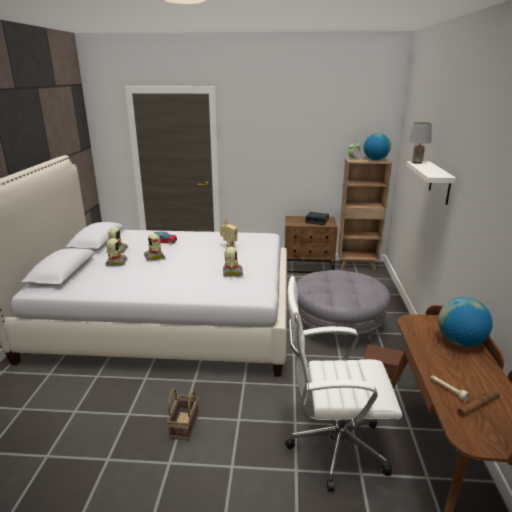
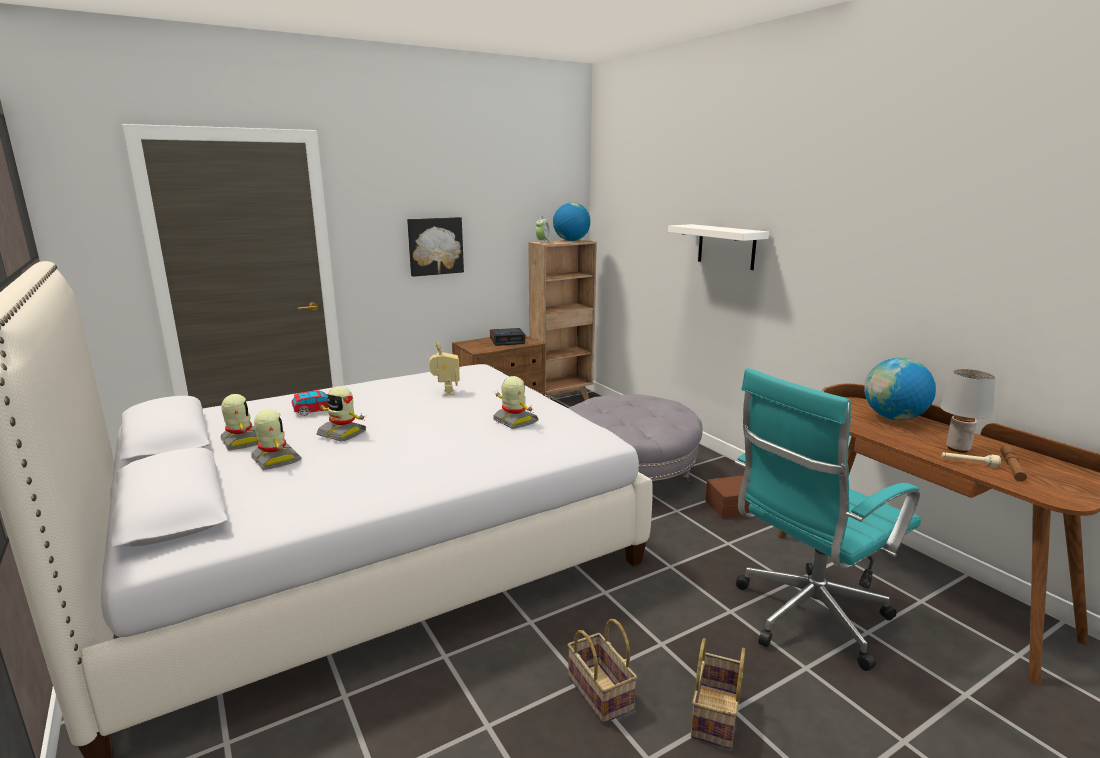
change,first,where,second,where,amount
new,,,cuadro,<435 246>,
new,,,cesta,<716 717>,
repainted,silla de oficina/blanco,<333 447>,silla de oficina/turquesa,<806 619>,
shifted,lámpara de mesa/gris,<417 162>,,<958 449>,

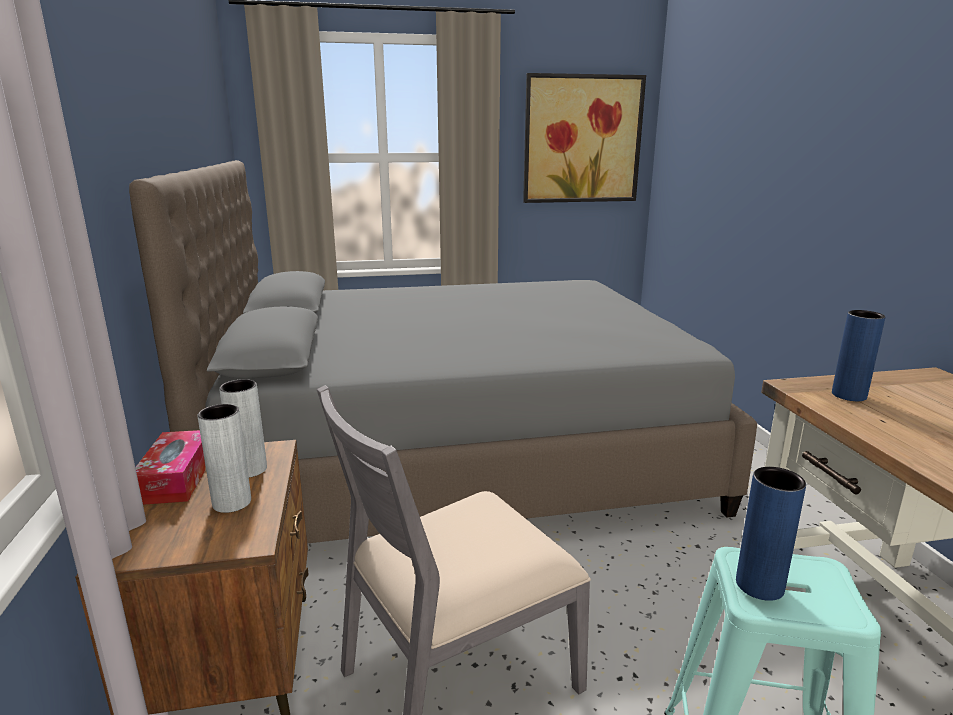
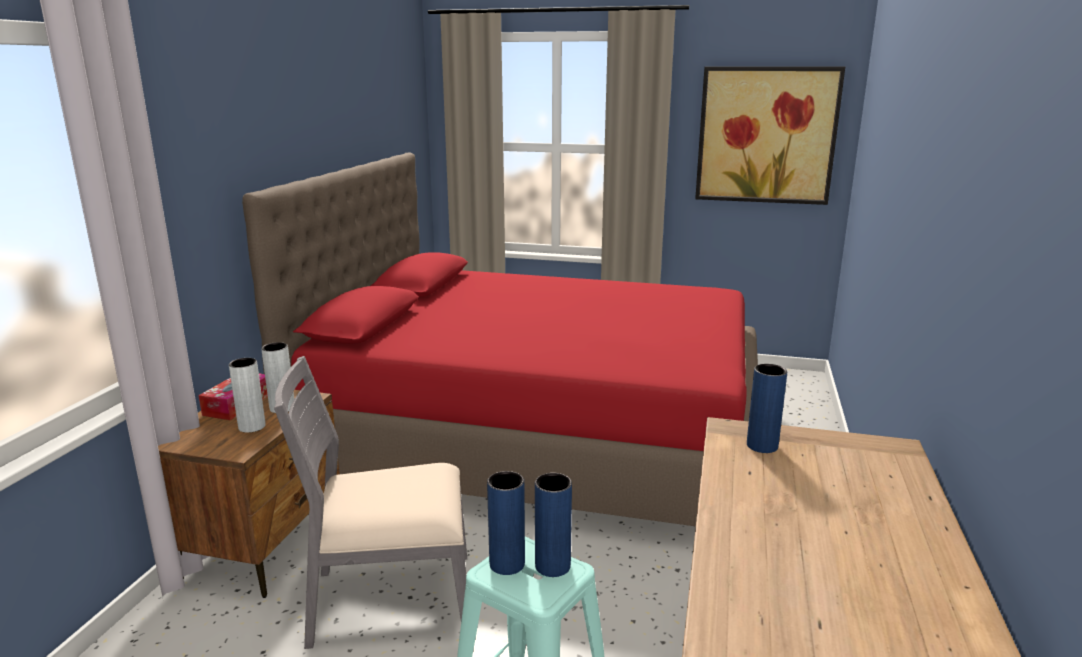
change,first,where,second,where,amount
repainted,cama/gris,<456 450>,cama/rojo,<541 436>,
new,,,florero/azul,<552 566>,

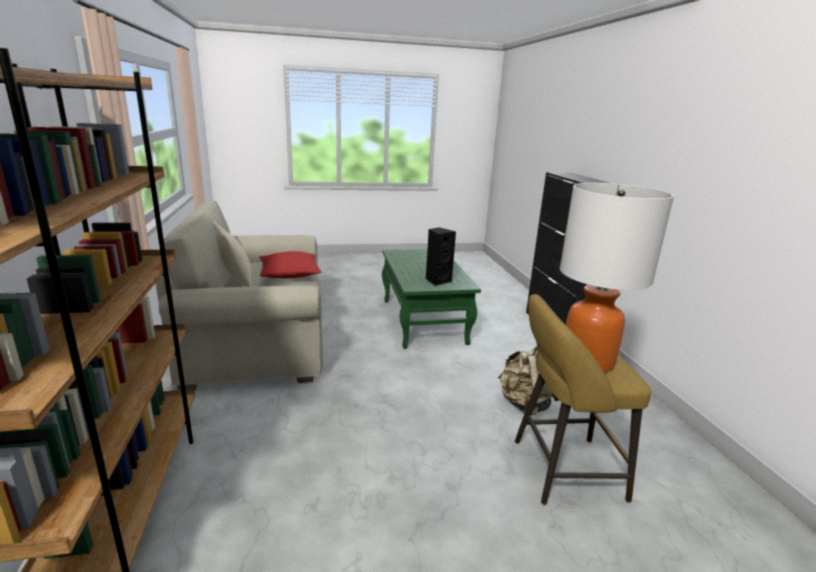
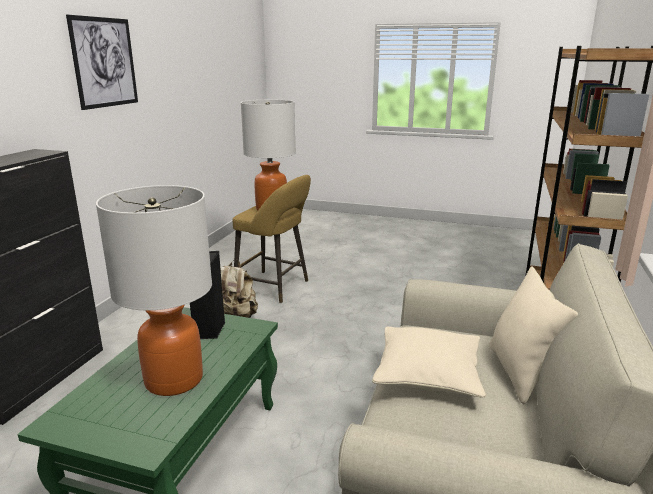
change,first,where,second,where,amount
new,,,cuadro,<104 62>,
new,,,lámpara de mesa,<174 379>,
repainted,cojín/rojo,<290 274>,cojín/beis,<428 374>,

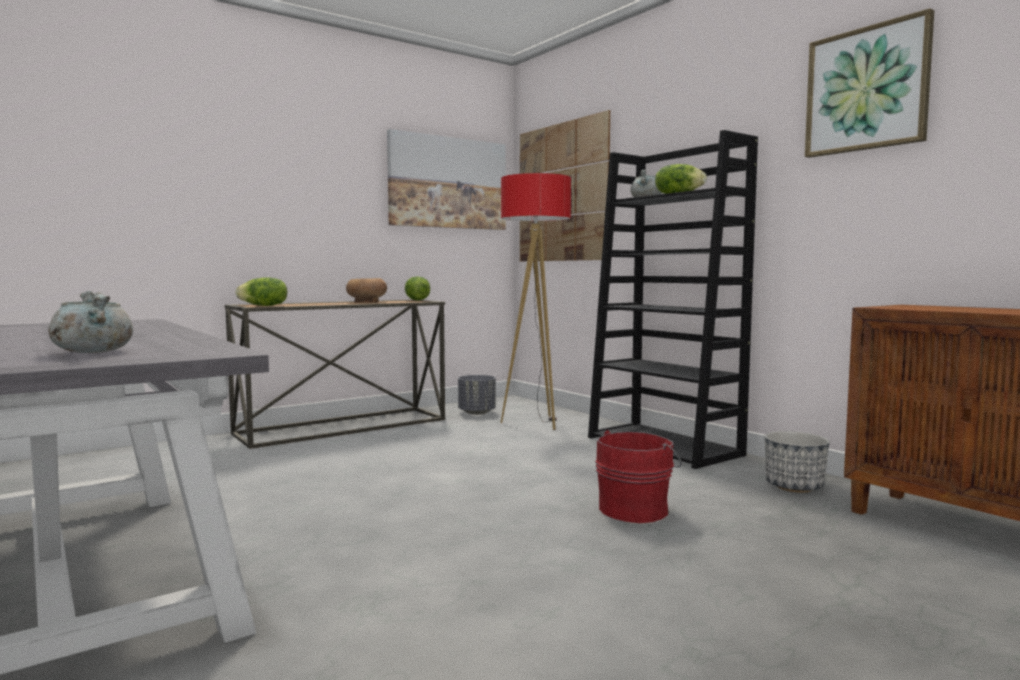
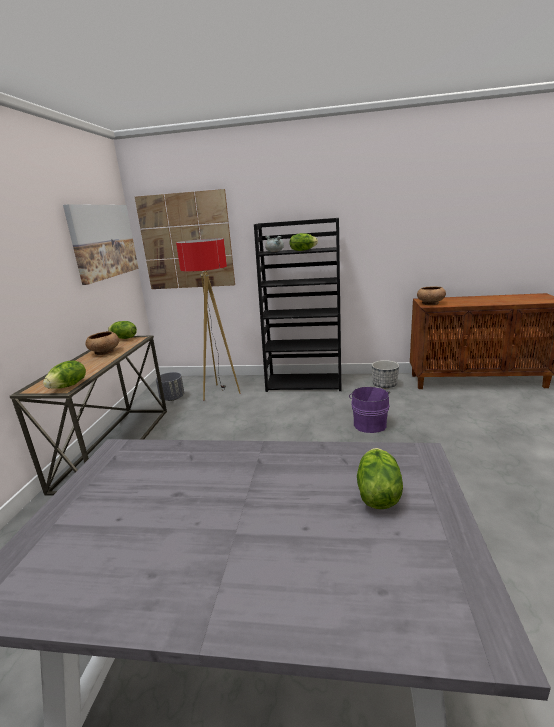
change,first,where,second,where,amount
repainted,cubo/rojo,<636 509>,cubo/morado,<369 423>,
swapped,olla/gris,<92 352>,lechuga,<377 494>,
new,,,cuenco/marrón,<430 303>,
gone,cuadro,<867 89>,,,

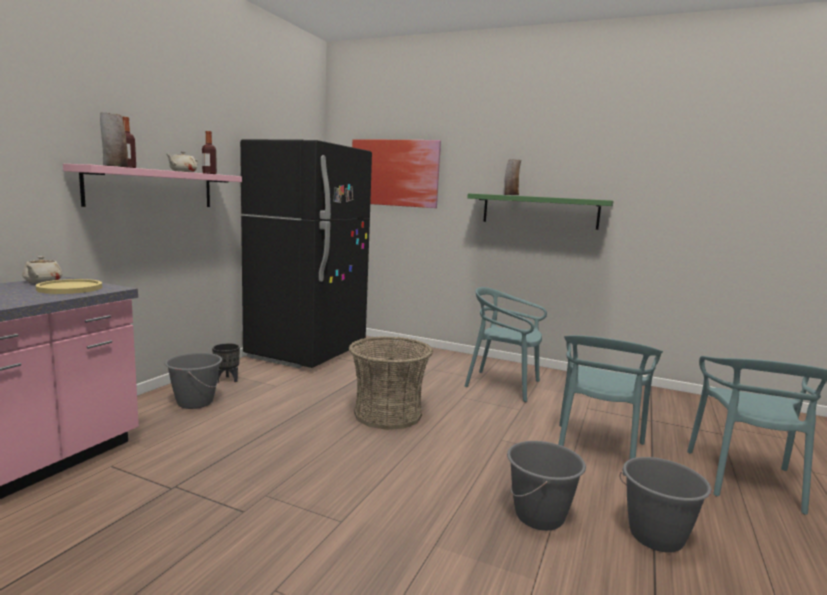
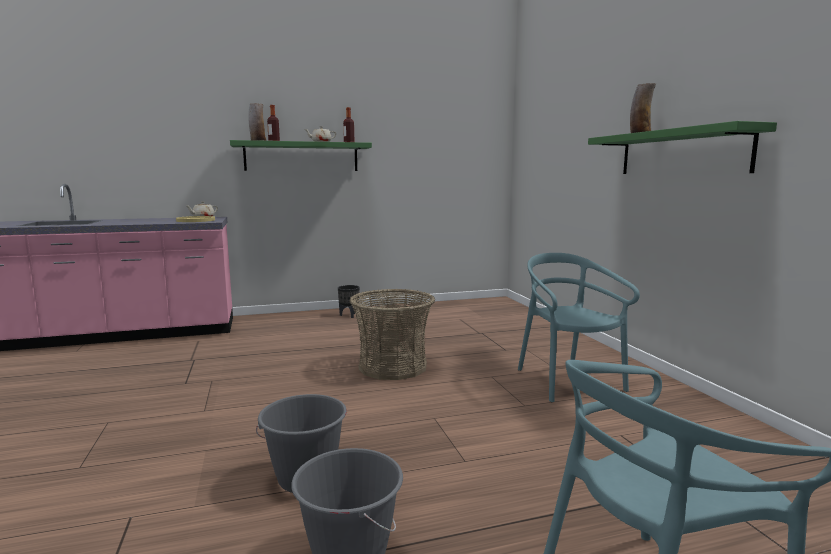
change,first,where,second,where,amount
repainted,estante/rosa,<152 188>,estante/verde,<301 157>,
gone,cubo/gris,<195 402>,,,
gone,nevera/negro,<307 352>,,,
gone,cuadro,<394 173>,,,
gone,silla/turquesa,<597 449>,,,

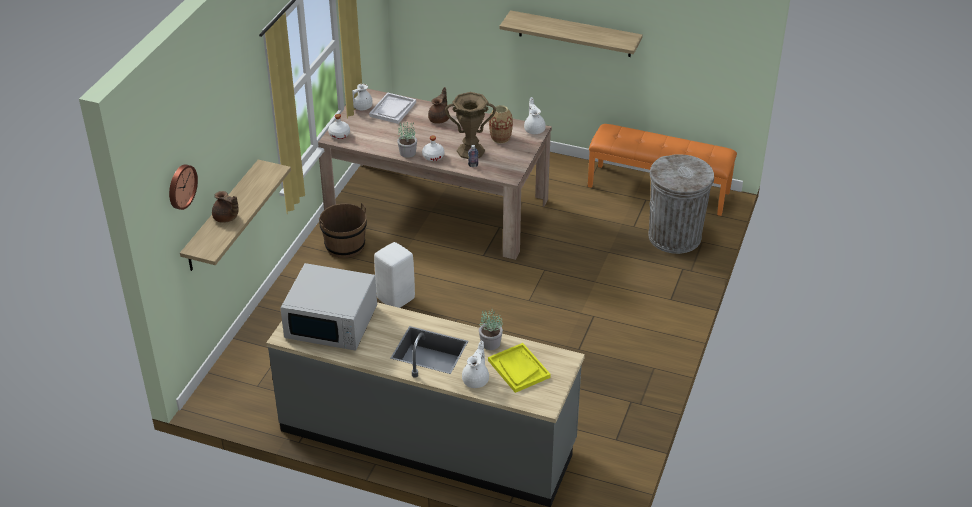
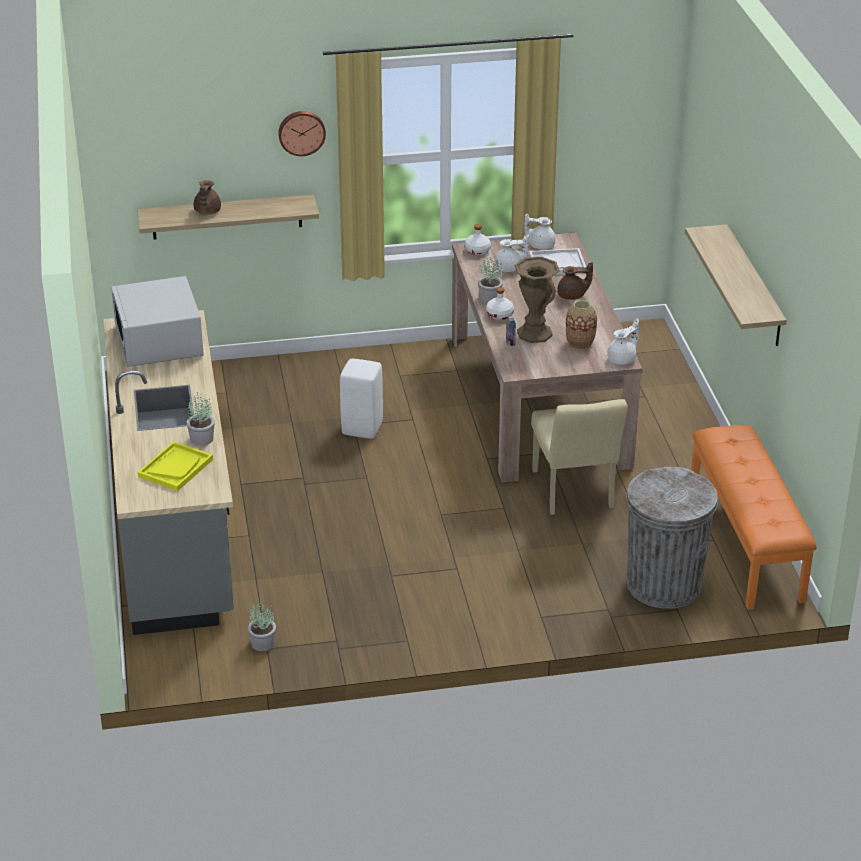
change,first,where,second,where,amount
new,,,planta en maceta,<262 643>,
shifted,reloj de pared,<181 186>,,<301 132>,
shifted,tetera/blanco,<476 379>,,<510 268>,
new,,,silla/beis,<574 493>,
gone,cubo/marrón,<345 245>,,,

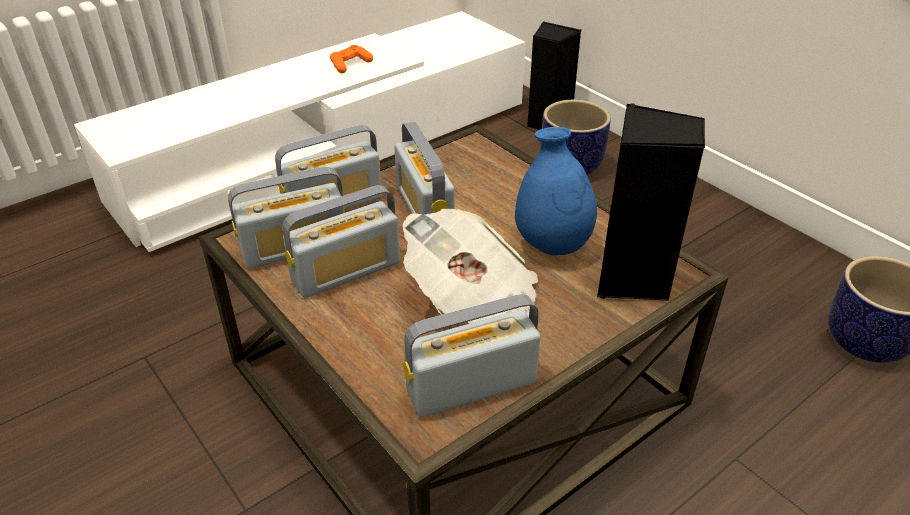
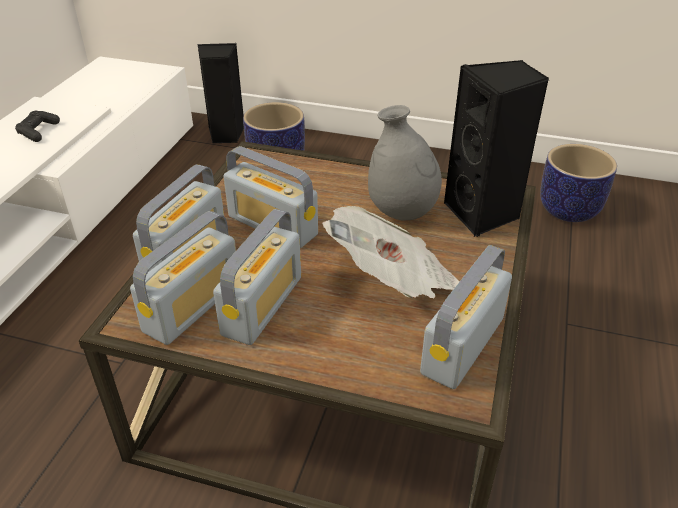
change,first,where,second,where,amount
repainted,mando de consola/naranja,<350 64>,mando de consola/negro,<38 131>,
repainted,florero/azul,<552 245>,florero/gris,<402 213>,

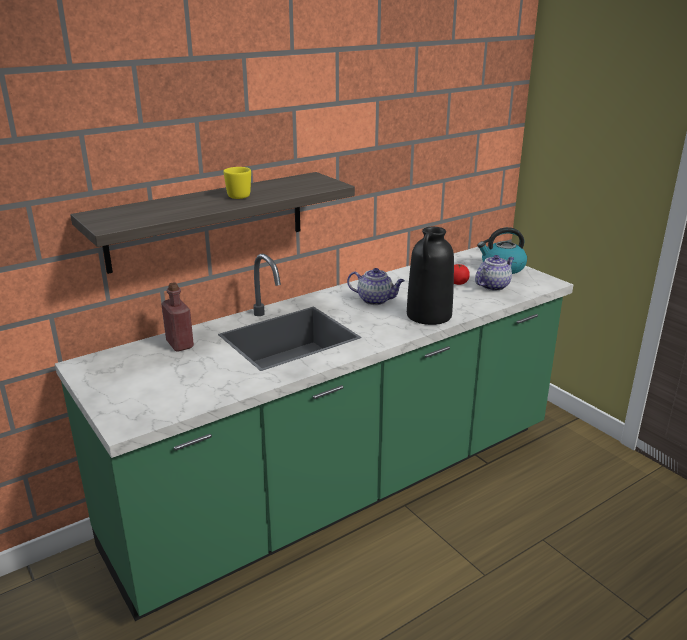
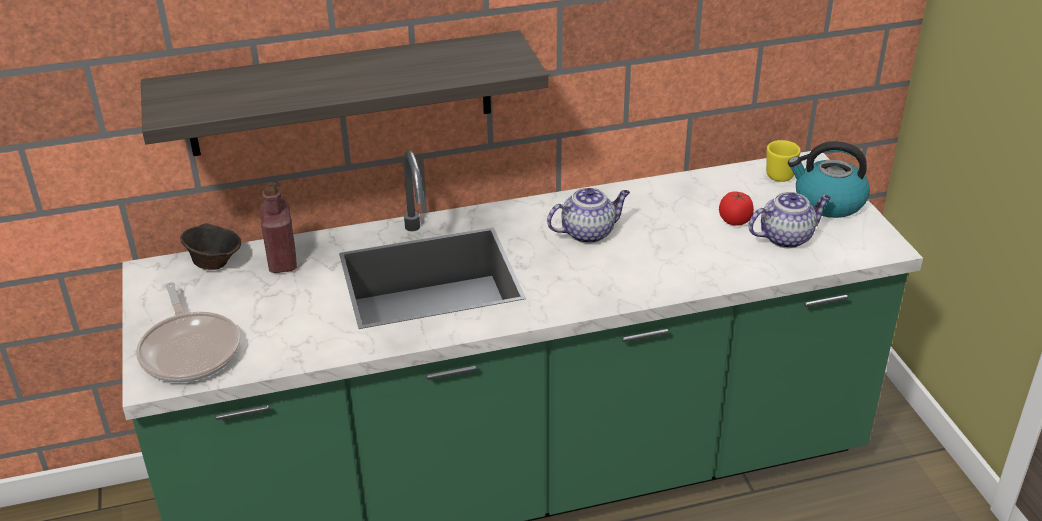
change,first,where,second,where,amount
new,,,sartén,<190 350>,
new,,,cuenco/marrón,<214 263>,
rotated,tetera,<376 300>,,<588 232>,60 degrees counterclockwise
shifted,taza grande/amarillo,<238 195>,,<778 173>,
gone,florero/negro,<429 315>,,,

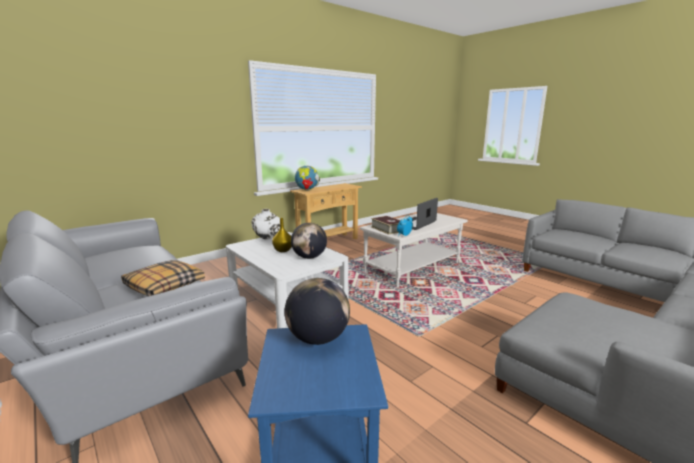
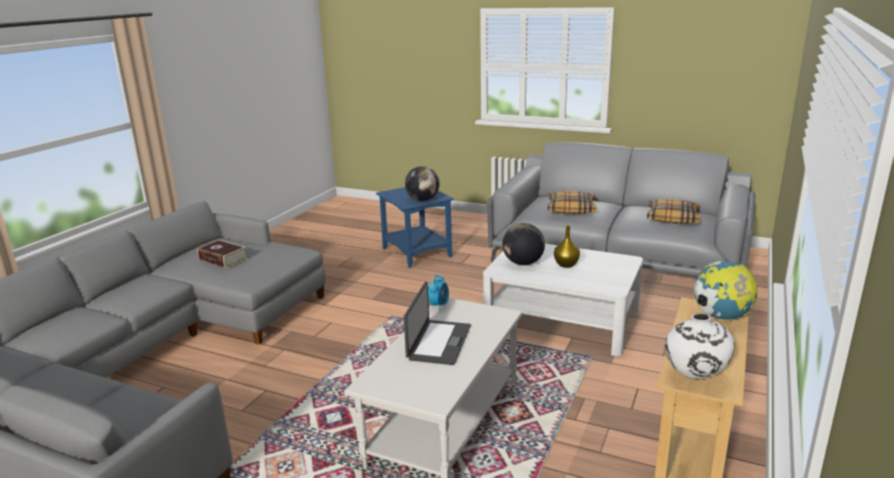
change,first,where,second,where,amount
shifted,libro,<387 229>,,<223 259>,
new,,,cojín,<672 218>,
shifted,florero/blanco,<267 239>,,<694 377>,

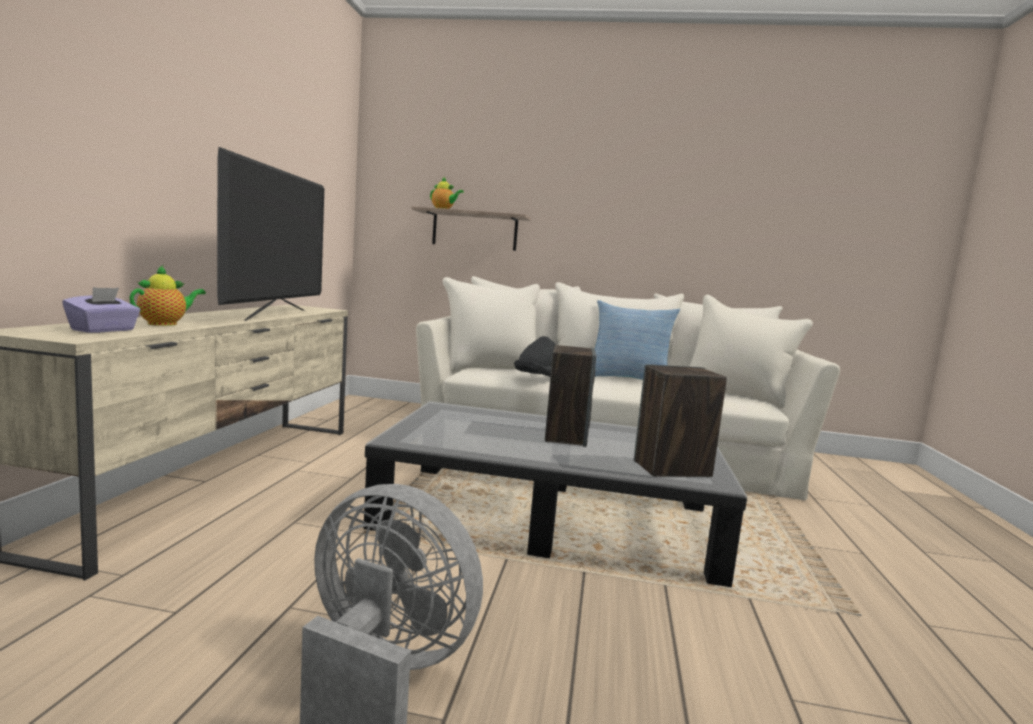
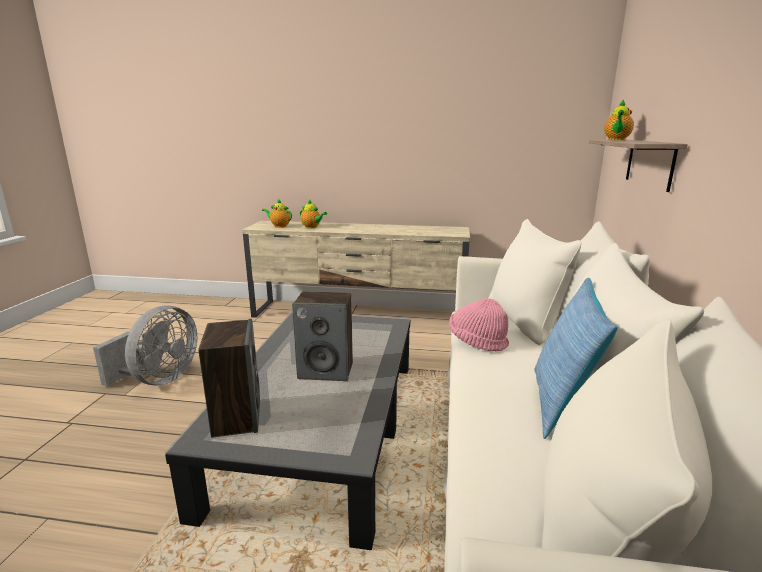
change,first,where,second,where,amount
swapped,caja de pañuelos/morado,<103 330>,tetera,<279 226>,
repainted,sombrero/negro,<537 379>,sombrero/rosa,<477 341>,
gone,televisor,<276 315>,,,

